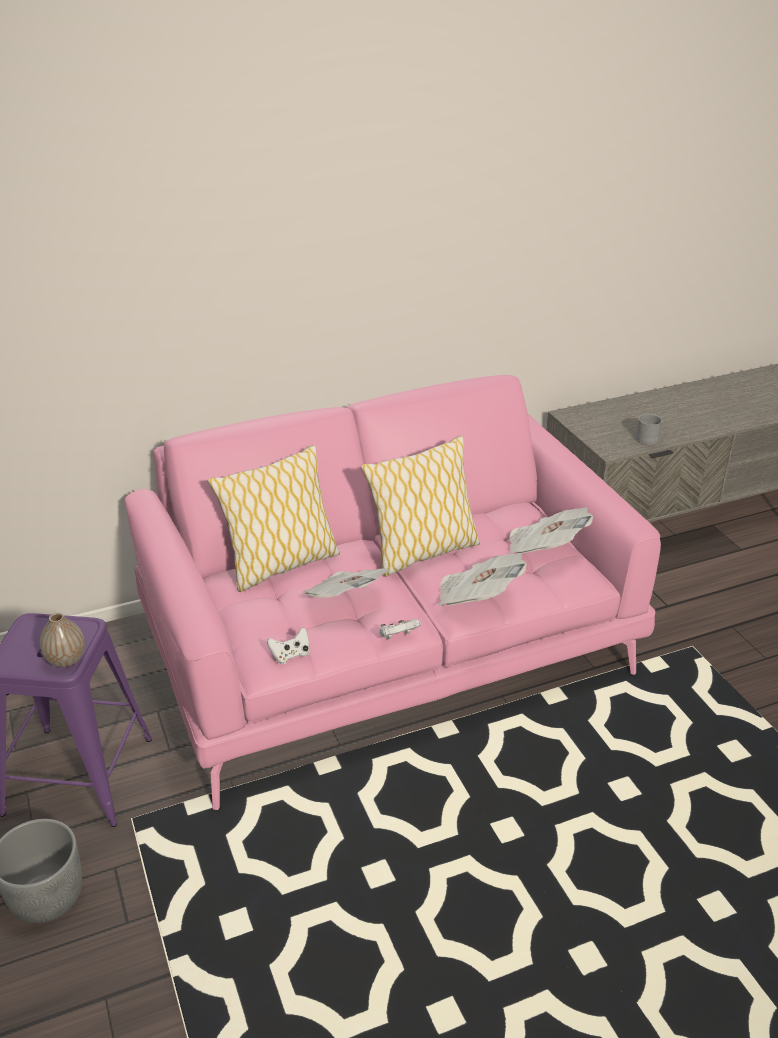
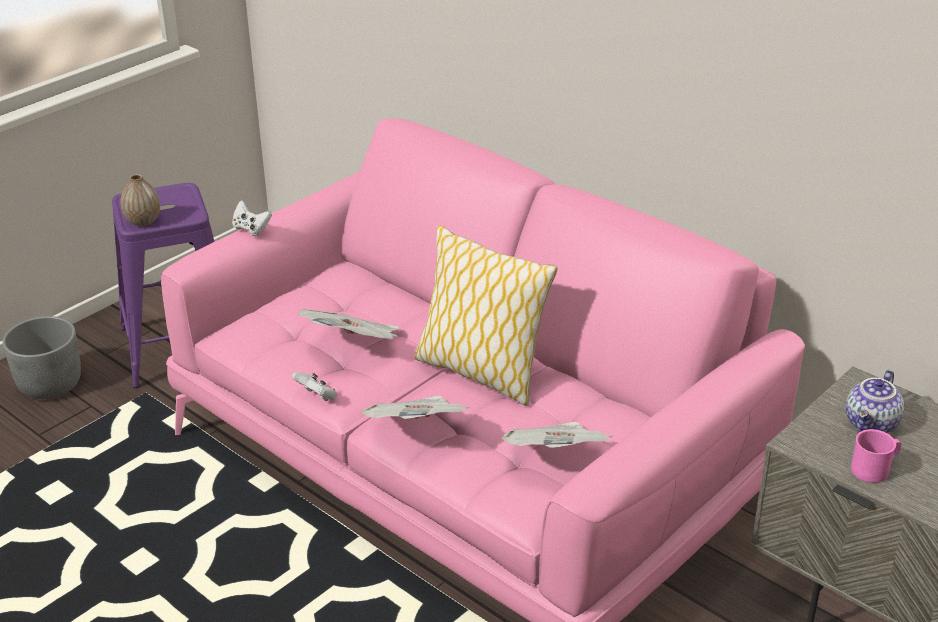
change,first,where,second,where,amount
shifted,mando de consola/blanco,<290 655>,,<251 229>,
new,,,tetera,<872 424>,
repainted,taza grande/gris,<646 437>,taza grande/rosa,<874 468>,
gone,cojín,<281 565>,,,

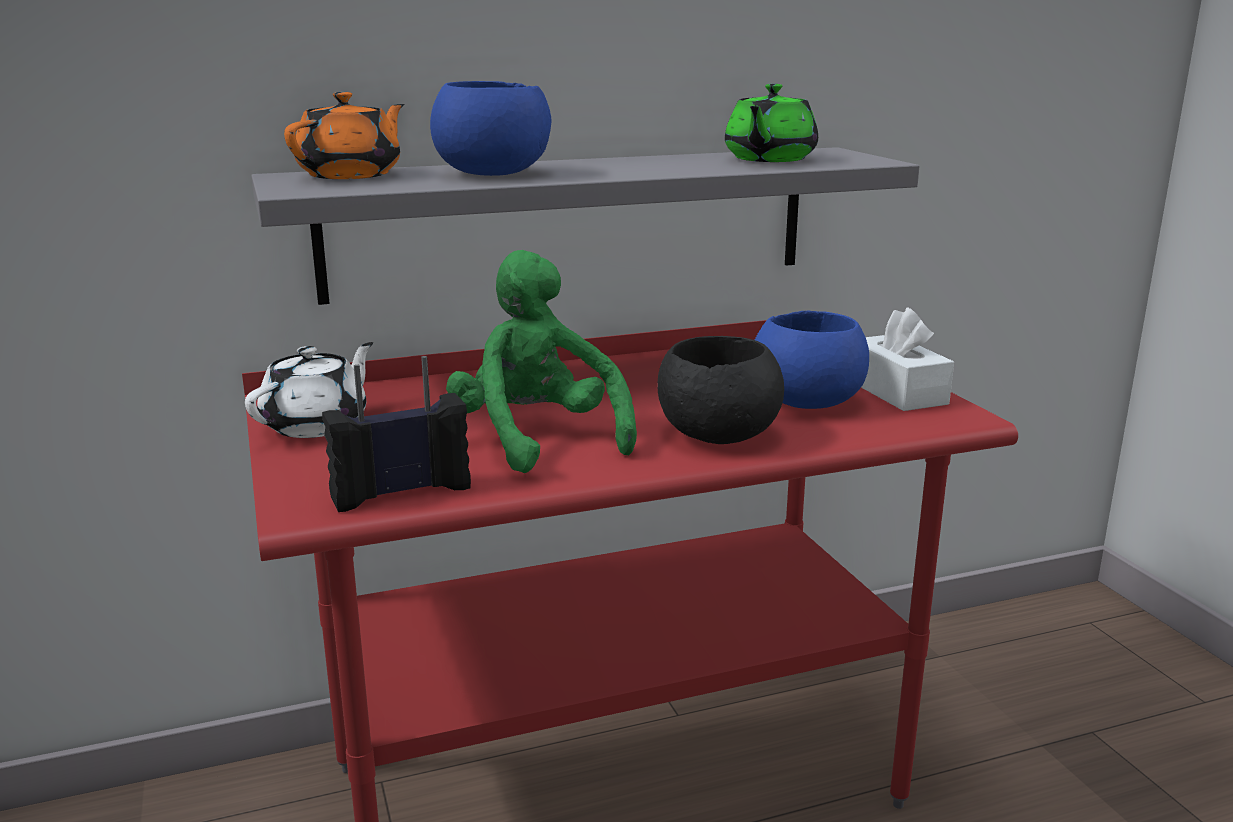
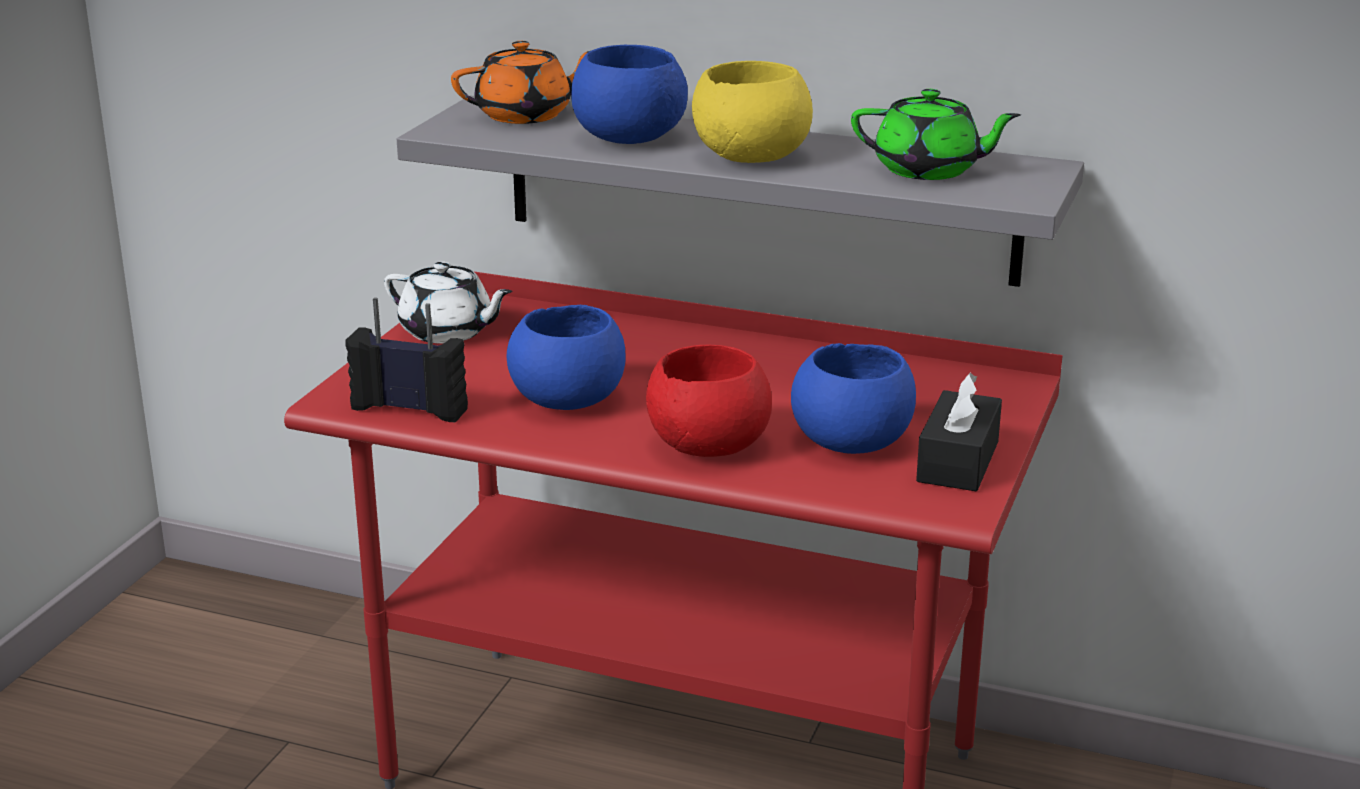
change,first,where,second,where,amount
rotated,tetera/blanco,<317 425>,,<448 332>,45 degrees clockwise
swapped,peluche/verde,<537 439>,cuenco/azul,<570 399>,
repainted,cuenco/negro,<715 435>,cuenco/rojo,<707 444>,
new,,,cuenco/amarillo,<749 156>,
rotated,tetera/verde,<768 159>,,<929 170>,135 degrees counterclockwise
repainted,caja de pañuelos/blanco,<896 392>,caja de pañuelos/negro,<958 461>,

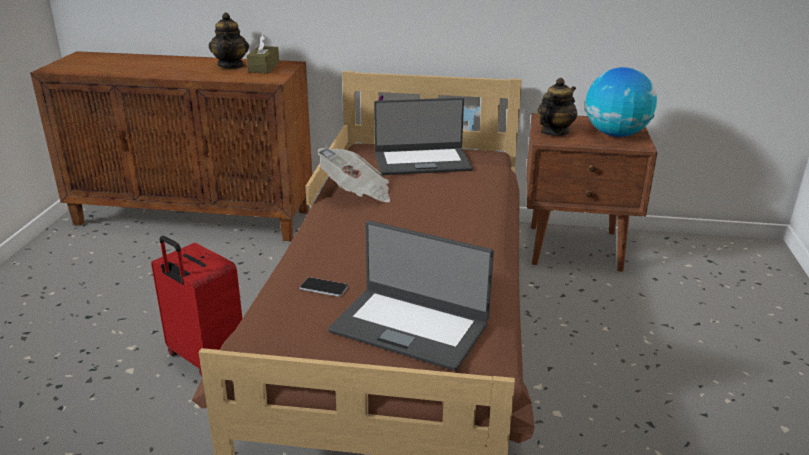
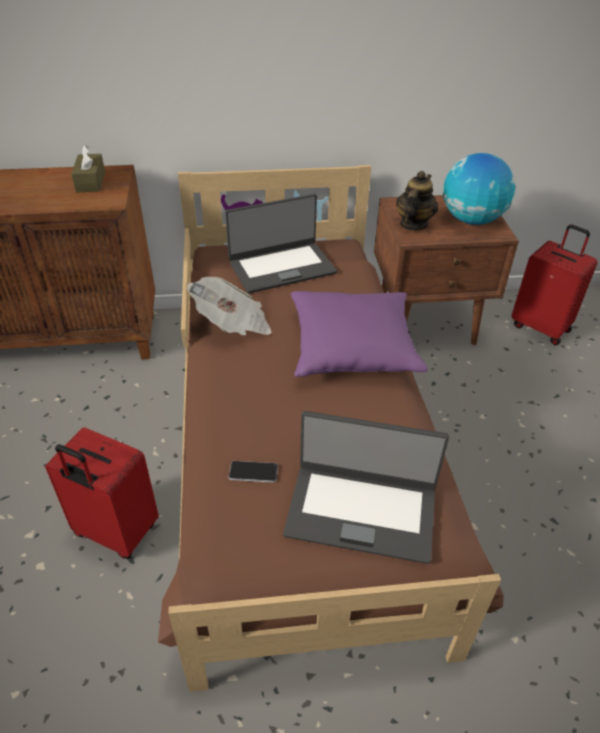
change,first,where,second,where,amount
new,,,cojín/morado,<352 347>,
new,,,maleta/rojo,<541 327>,
gone,tetera,<231 65>,,,

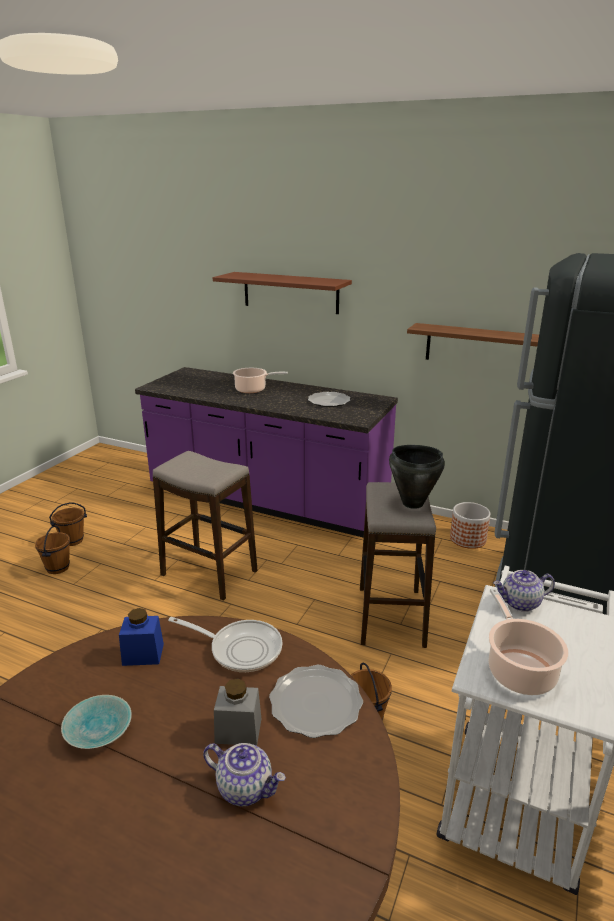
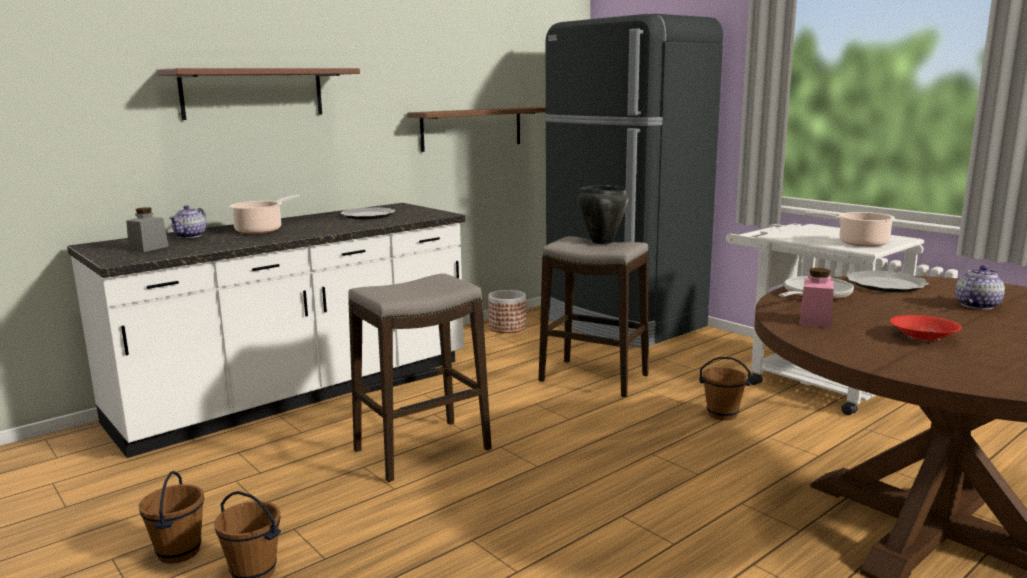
change,first,where,second,where,amount
repainted,mueble bajo de cocina/morado,<267 501>,mueble bajo de cocina/blanco,<298 392>,
shifted,tarro/gris,<238 730>,,<149 248>,
shifted,tetera,<520 603>,,<190 236>,
repainted,tarro/azul,<143 654>,tarro/rosa,<815 320>,
repainted,cuenco/turquesa,<99 729>,cuenco/rojo,<921 337>,

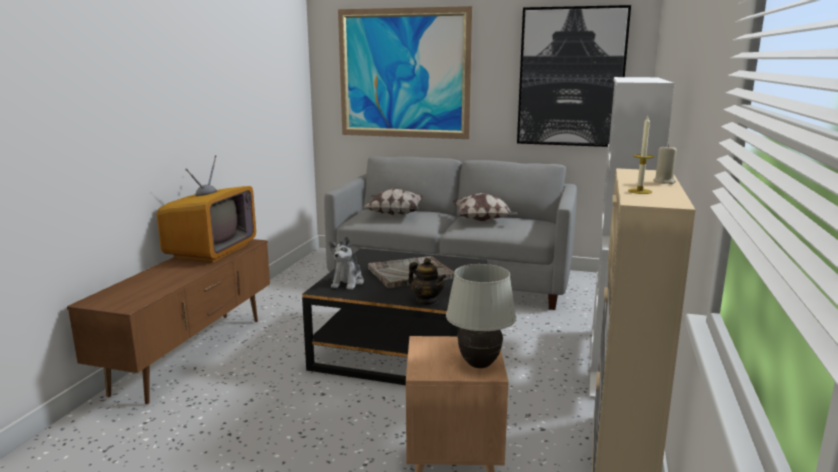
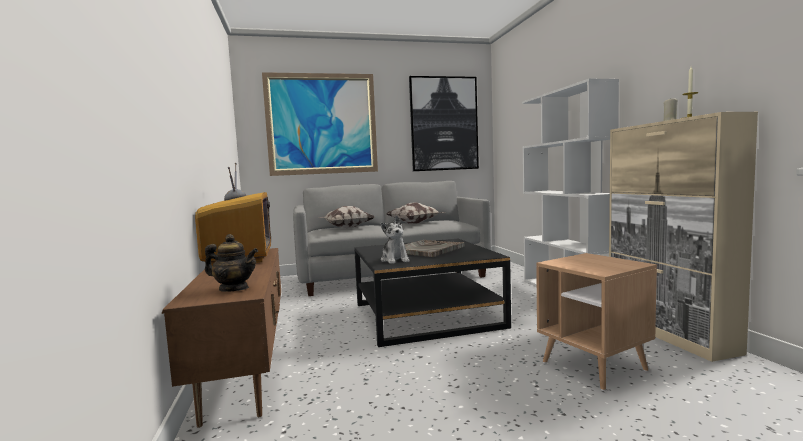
change,first,where,second,where,amount
shifted,tetera,<427 301>,,<234 289>,
gone,lámpara de mesa/blanco,<479 364>,,,

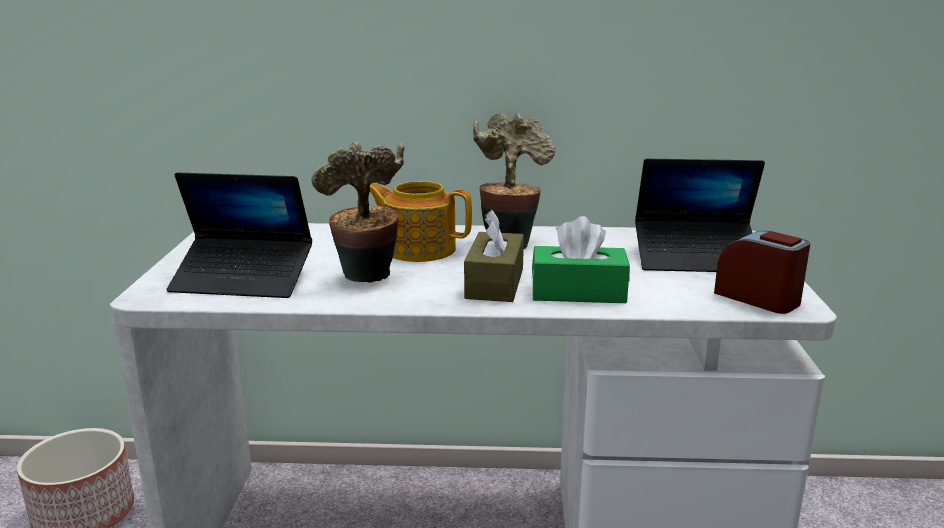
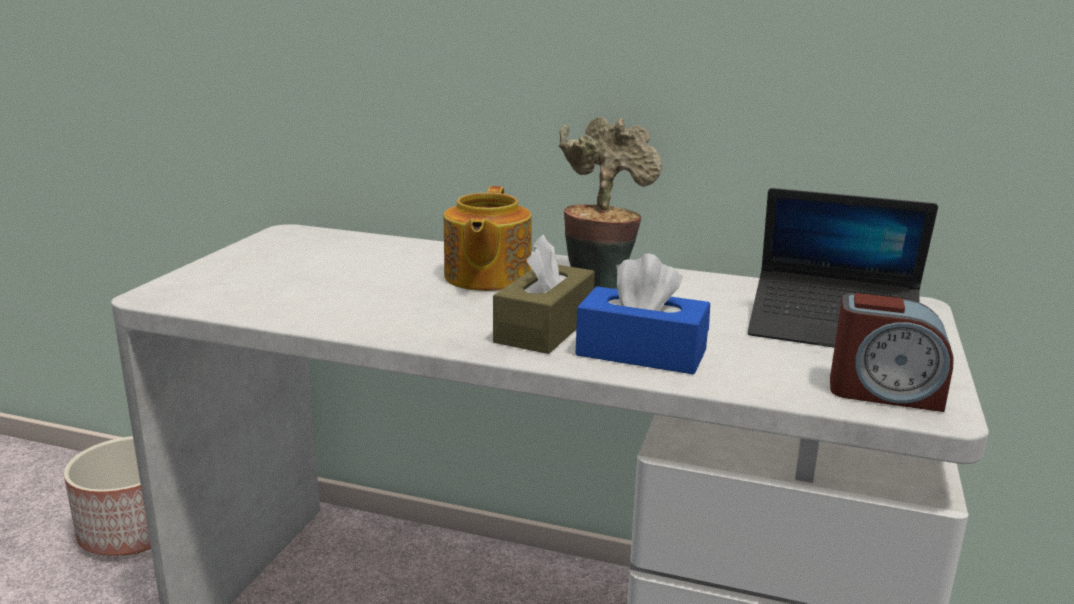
change,first,where,second,where,amount
rotated,tetera,<418 249>,,<486 277>,120 degrees counterclockwise
repainted,caja de pañuelos/verde,<578 292>,caja de pañuelos/azul,<641 353>,
rotated,despertador,<758 298>,,<884 392>,135 degrees clockwise
gone,portátil,<243 280>,,,
gone,planta en maceta,<367 280>,,,

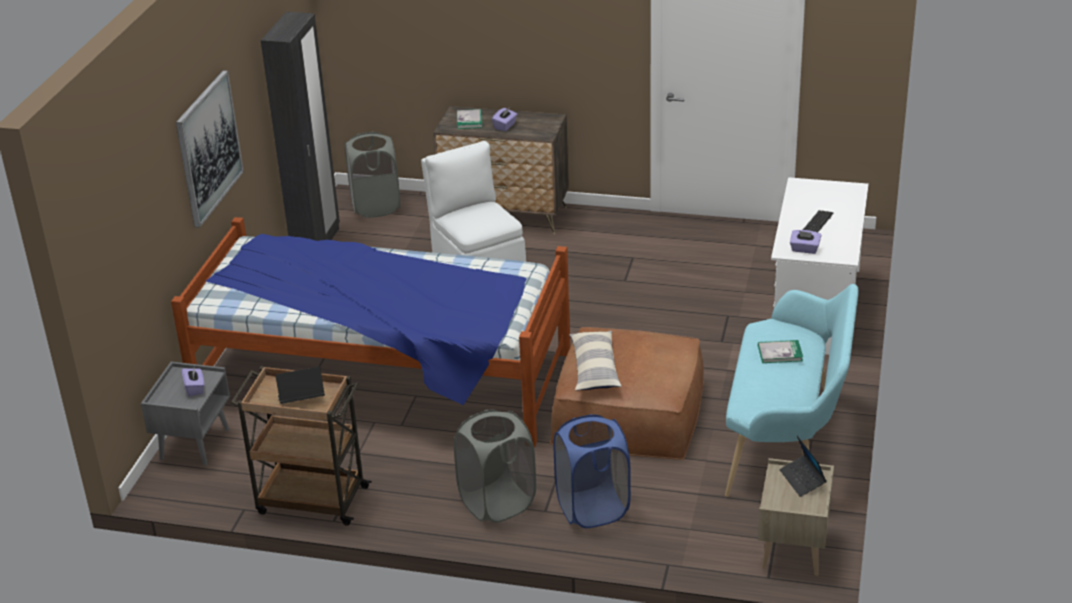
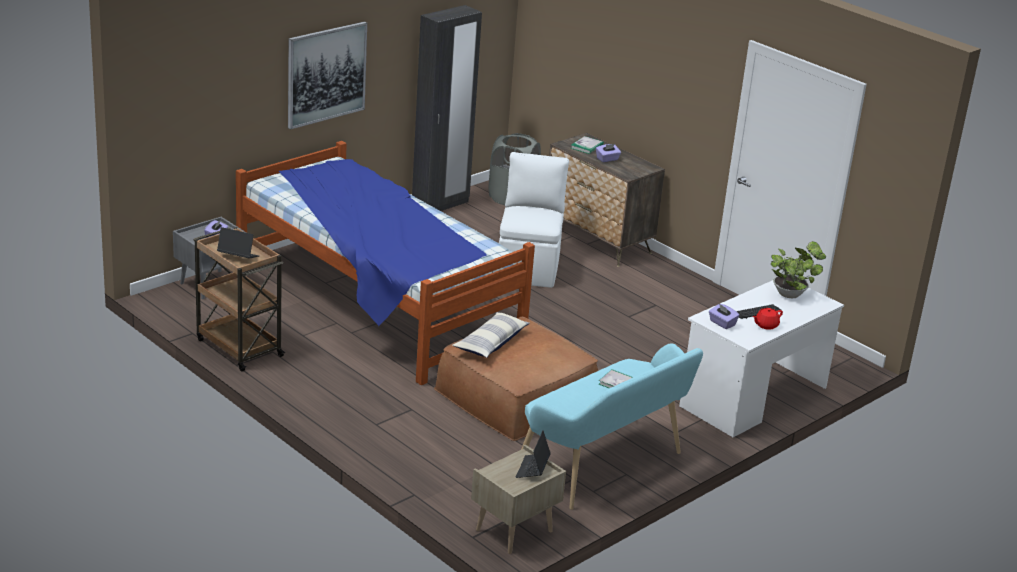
change,first,where,second,where,amount
new,,,tetera/rojo,<765 325>,
new,,,planta en maceta,<791 294>,
gone,cesto de la ropa/gris,<497 503>,,,
gone,cesto de la ropa/azul,<592 508>,,,

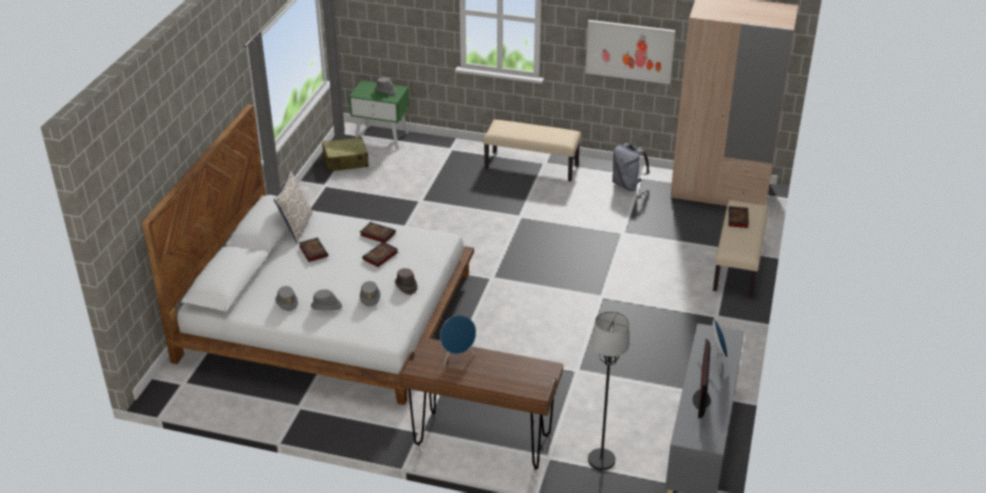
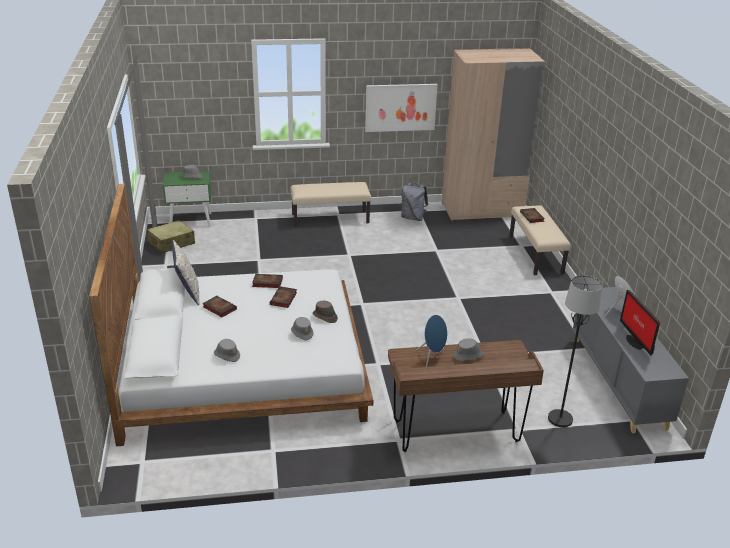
change,first,where,second,where,amount
shifted,sombrero/gris,<326 306>,,<468 356>,

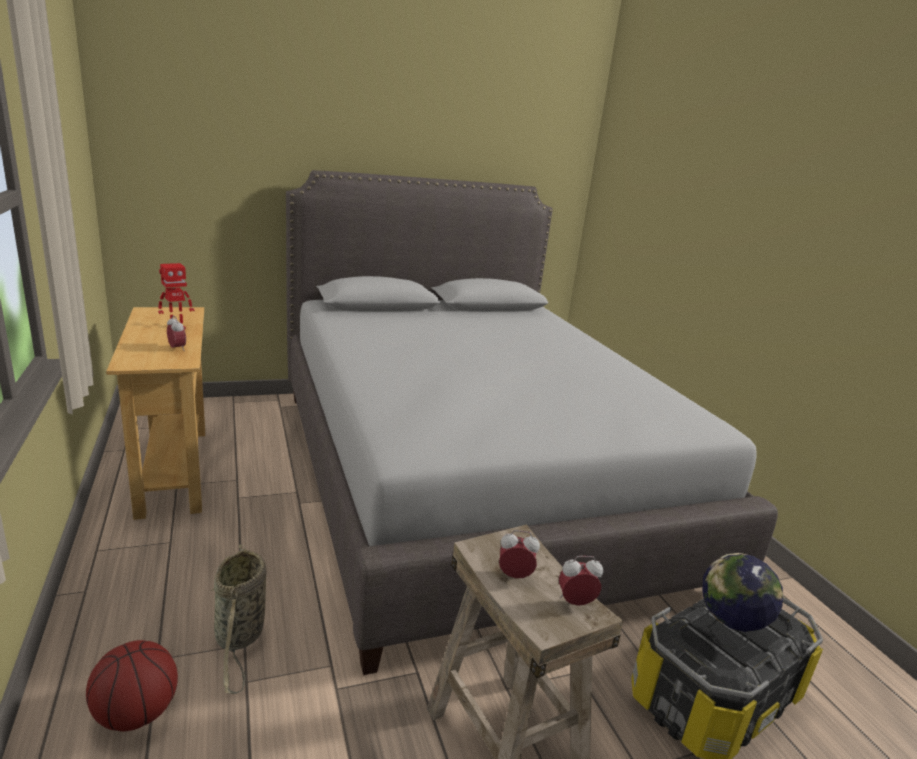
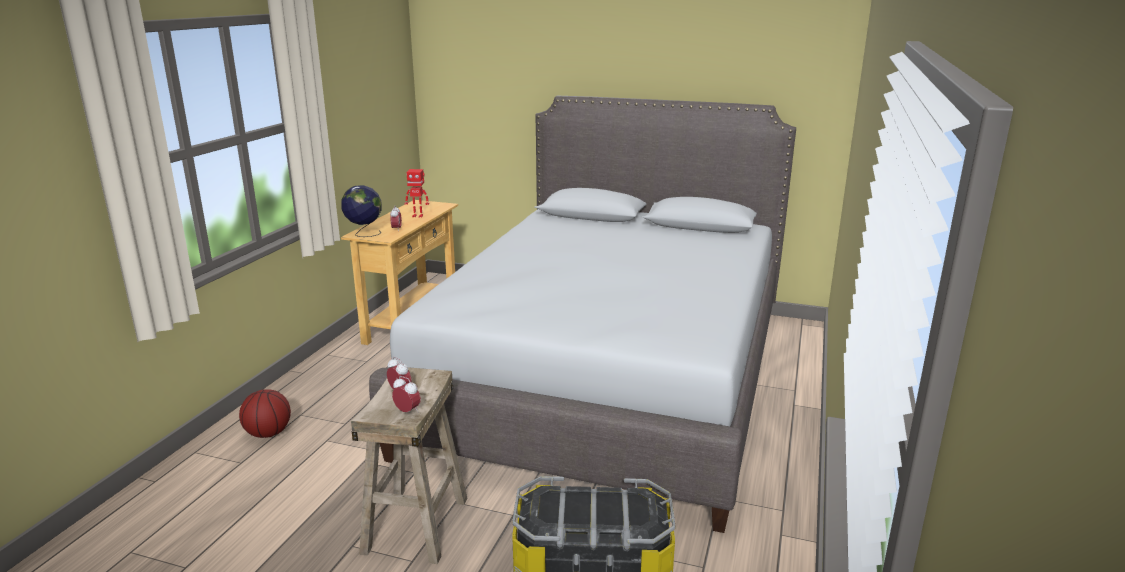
change,first,where,second,where,amount
shifted,globo terráqueo,<726 636>,,<364 234>,
gone,cesta,<240 638>,,,

